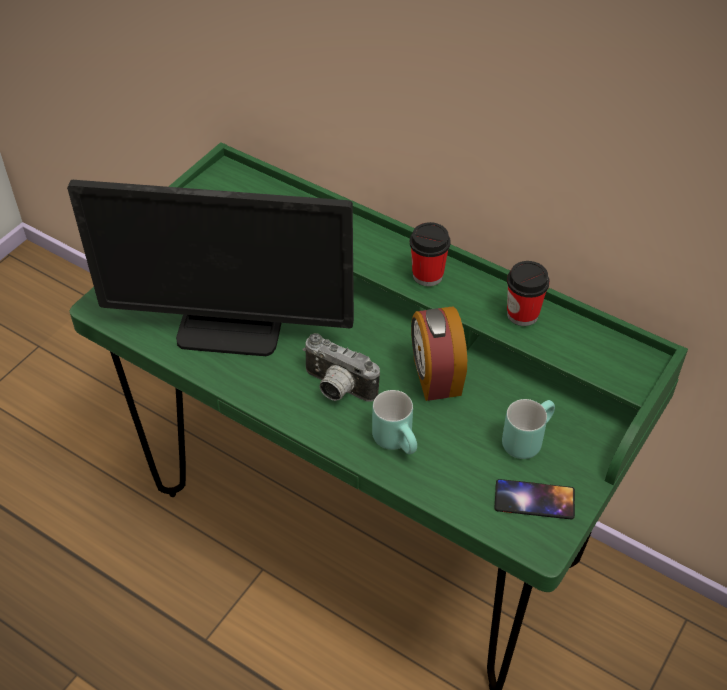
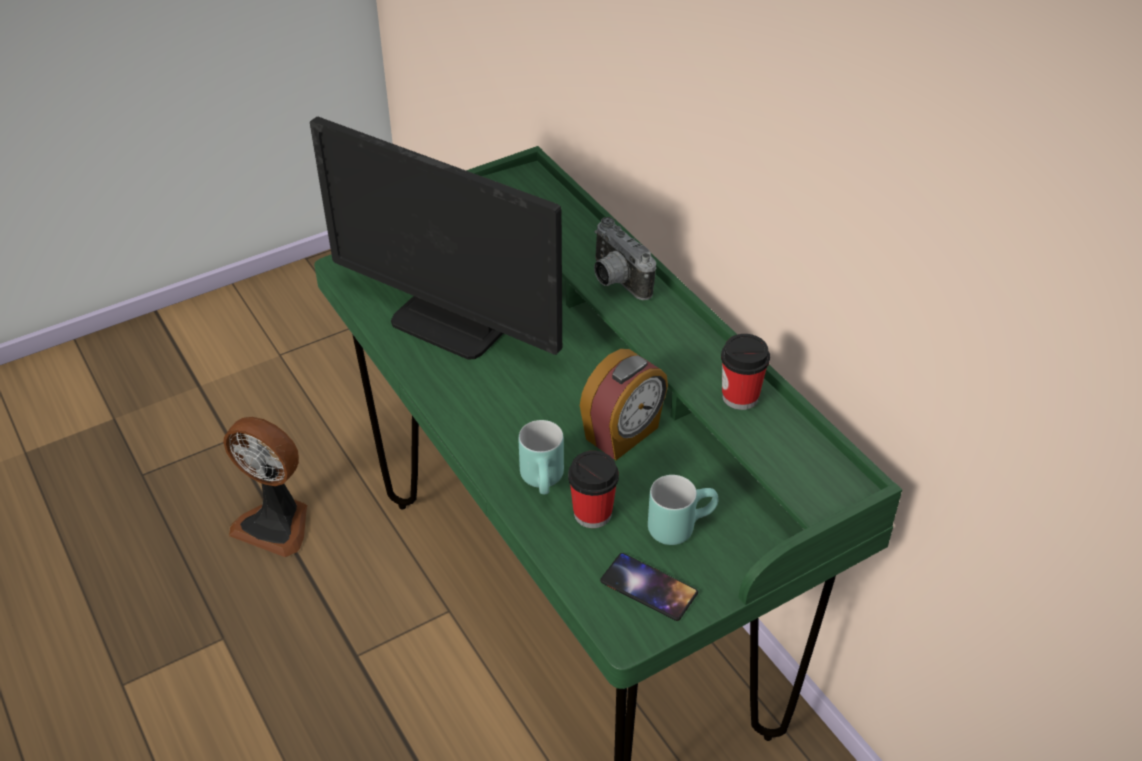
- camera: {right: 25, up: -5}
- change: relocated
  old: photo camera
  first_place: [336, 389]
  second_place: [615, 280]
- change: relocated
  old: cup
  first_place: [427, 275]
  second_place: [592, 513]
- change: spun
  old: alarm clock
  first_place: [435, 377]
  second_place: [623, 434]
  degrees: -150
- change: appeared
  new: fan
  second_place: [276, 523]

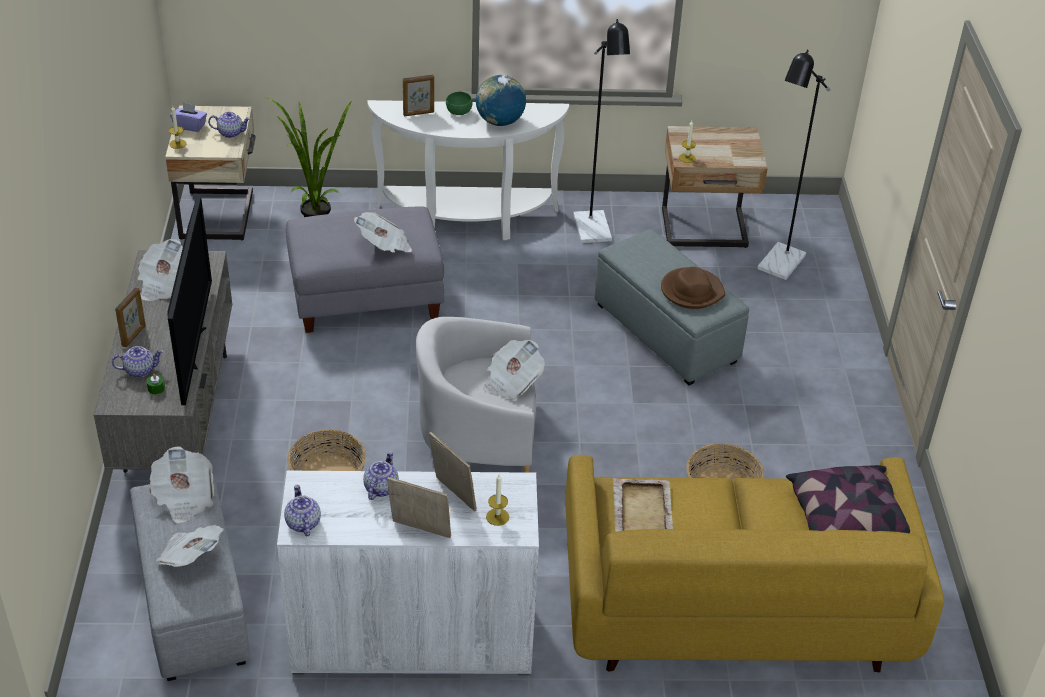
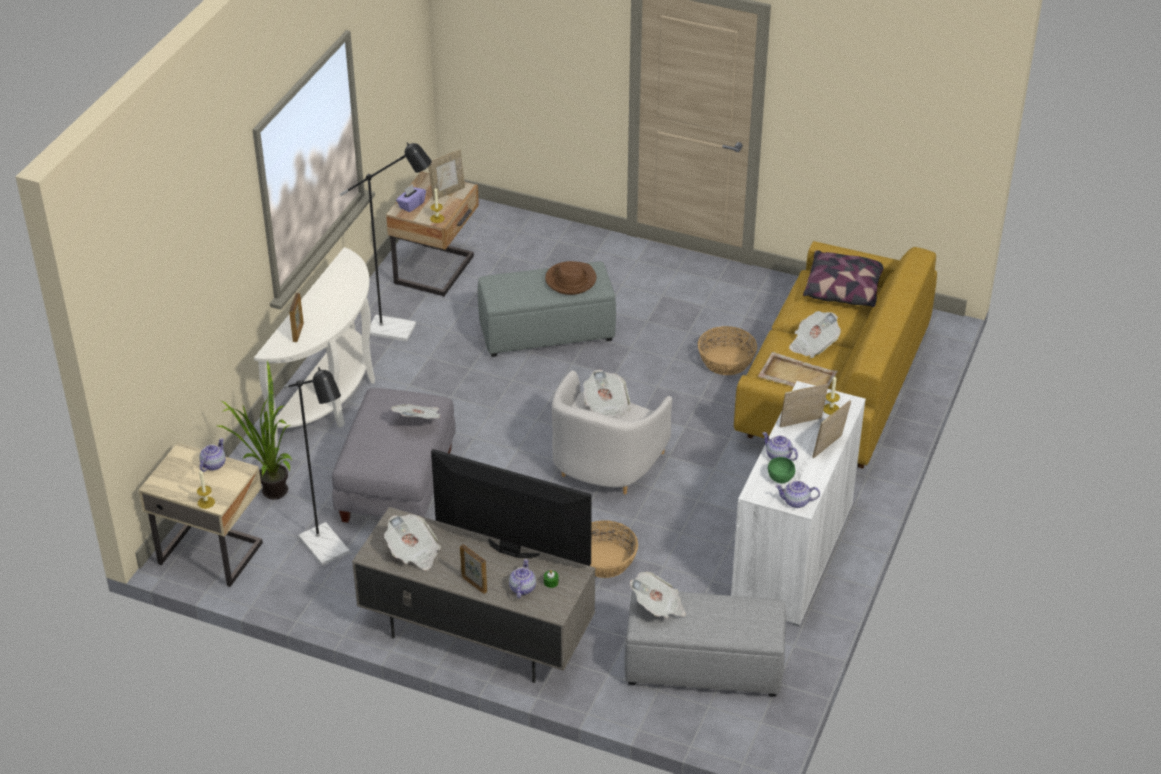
- camera: {right: -65, up: 0}
- change: relocated
  old: newspaper
  first_place: [191, 557]
  second_place: [813, 344]
- change: relocated
  old: purple tissue box
  first_place: [190, 126]
  second_place: [411, 205]
- change: relocated
  old: green bowl
  first_place: [459, 112]
  second_place: [780, 478]
- change: missing
  old: globe
  first_place: [500, 122]
- change: relocated
  old: black floor lamp
  first_place: [777, 267]
  second_place: [329, 551]
- change: appeared
  new: picture frame
  second_place: [447, 192]

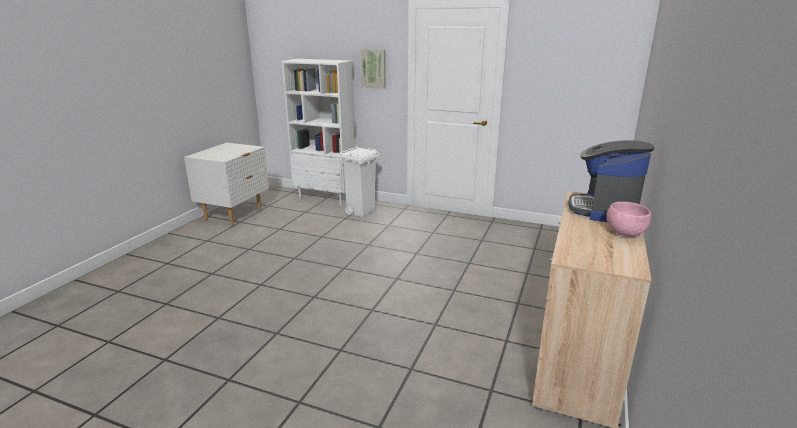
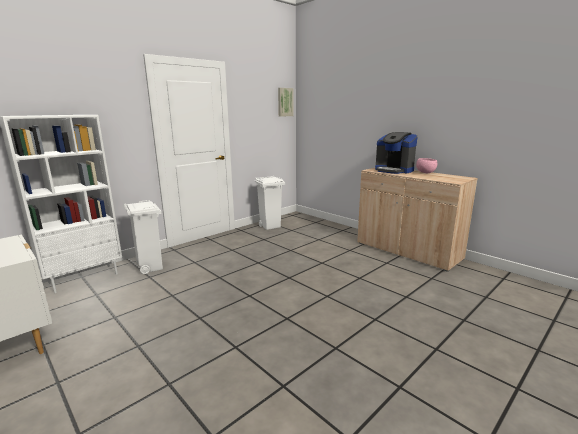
- camera: {right: -65, up: -5}
- change: relocated
  old: picture
  first_place: [374, 68]
  second_place: [285, 102]
- change: appeared
  new: white trash can
  second_place: [270, 226]

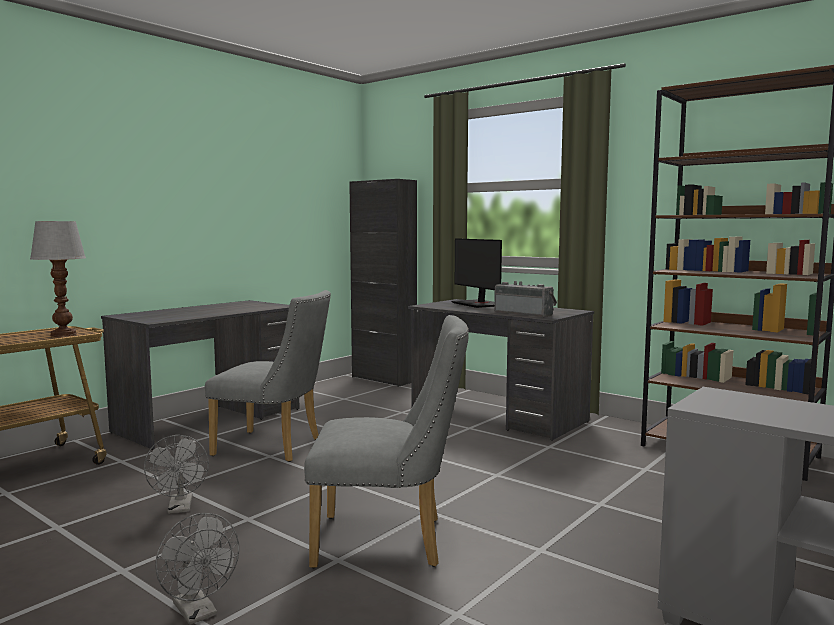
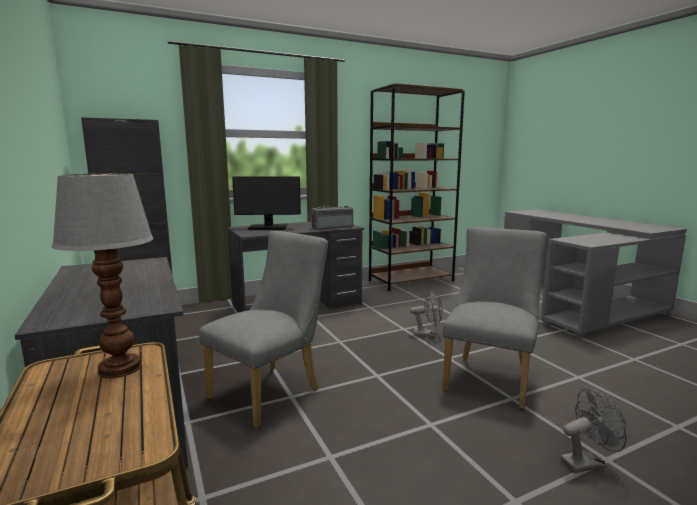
- camera: {right: -65, up: 5}
- change: relocated
  old: grey fan
  first_place: [180, 508]
  second_place: [428, 334]

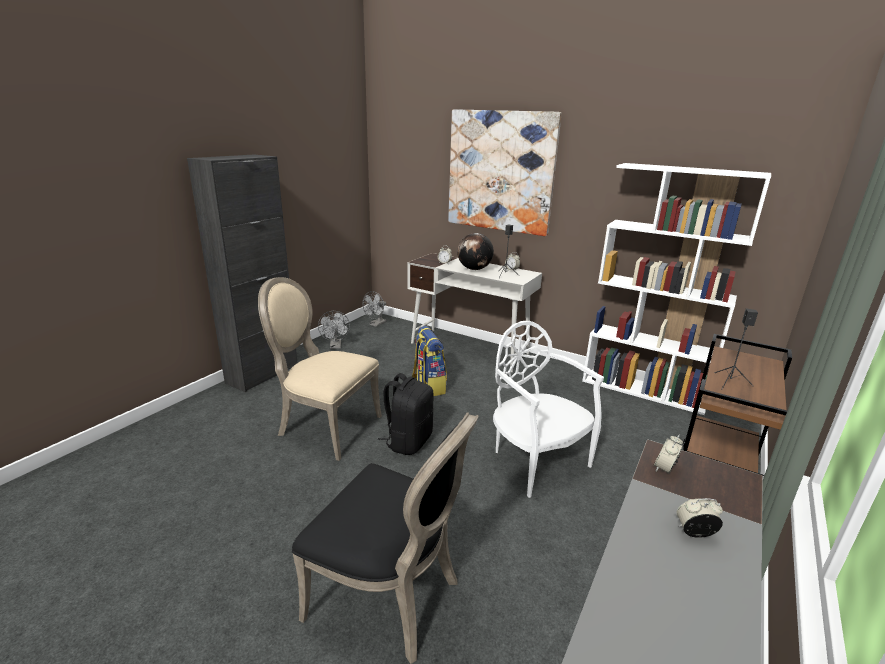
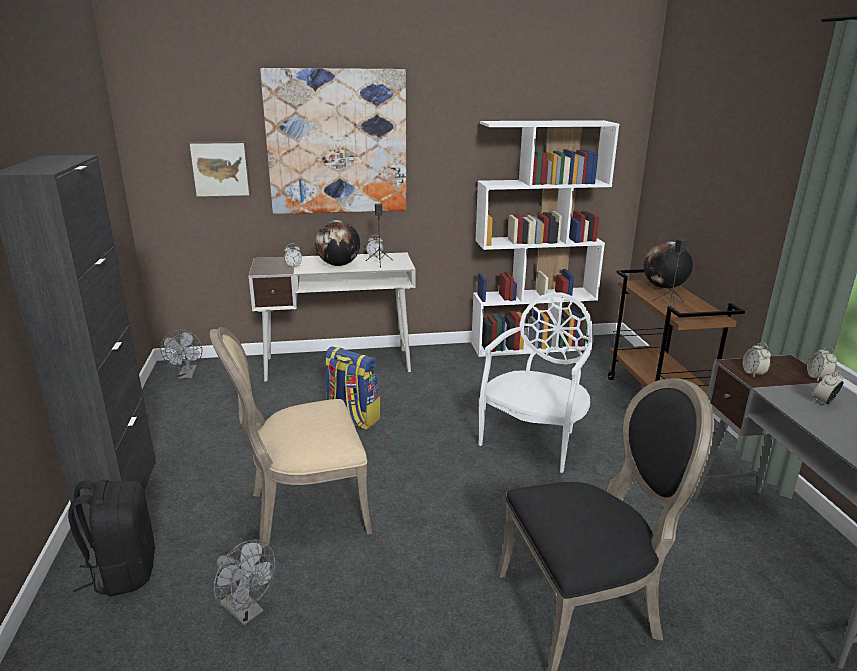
- camera: {right: -40, up: 0}
- change: relocated
  old: grey fan
  first_place: [335, 346]
  second_place: [246, 612]
- change: relocated
  old: black backpack
  first_place: [408, 441]
  second_place: [123, 572]
- change: spun
  old: white chair
  first_place: [536, 461]
  second_place: [534, 440]
  degrees: 105
- change: appeared
  new: picture
  second_place: [220, 169]
- change: appeared
  new: globe
  second_place: [663, 287]
- change: appeared
  new: alarm clock
  second_place: [818, 378]

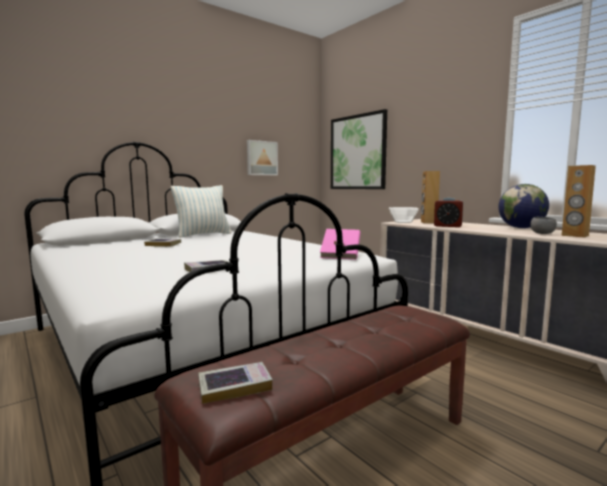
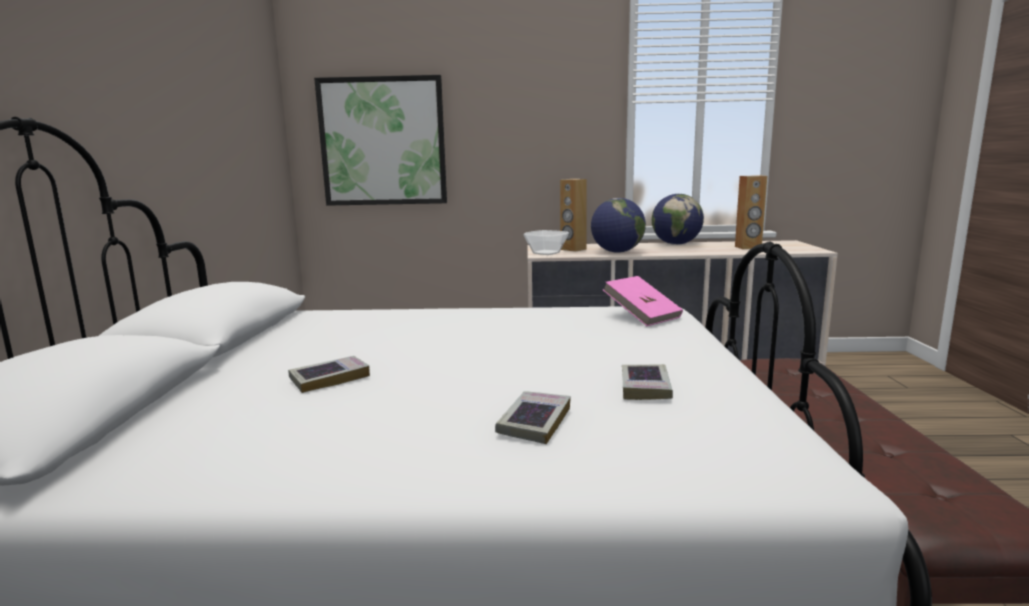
- camera: {right: -50, up: 5}
- change: missing
  old: pillow
  first_place: [203, 234]
- change: relocated
  old: book
  first_place: [234, 386]
  second_place: [534, 422]
- change: missing
  old: picture
  first_place: [261, 158]
- change: exchanged
  old: alarm clock
  new: globe
  first_place: [447, 226]
  second_place: [617, 252]
- change: missing
  old: grey bowl
  first_place: [542, 233]

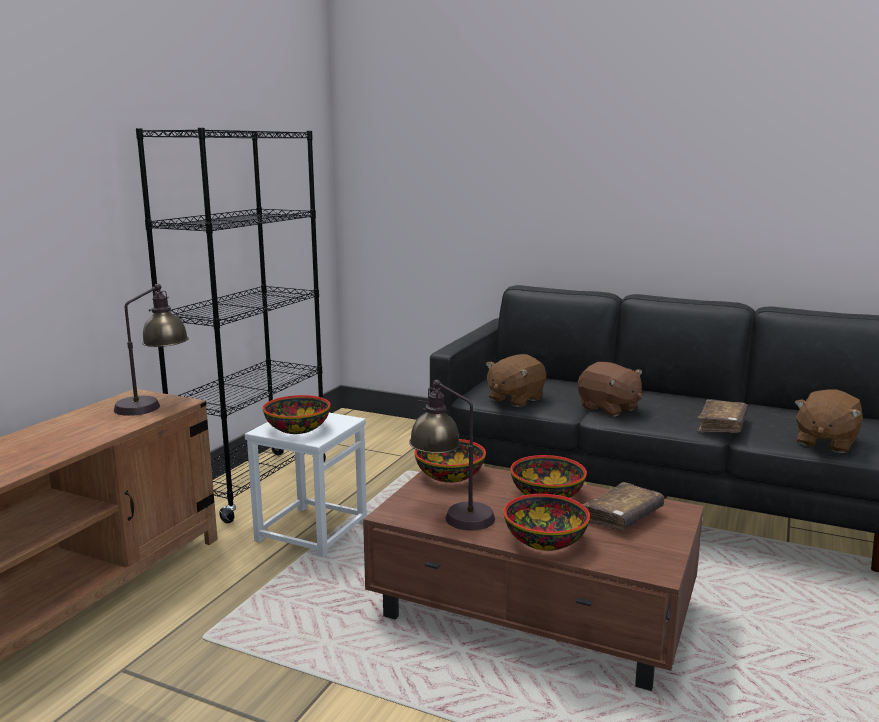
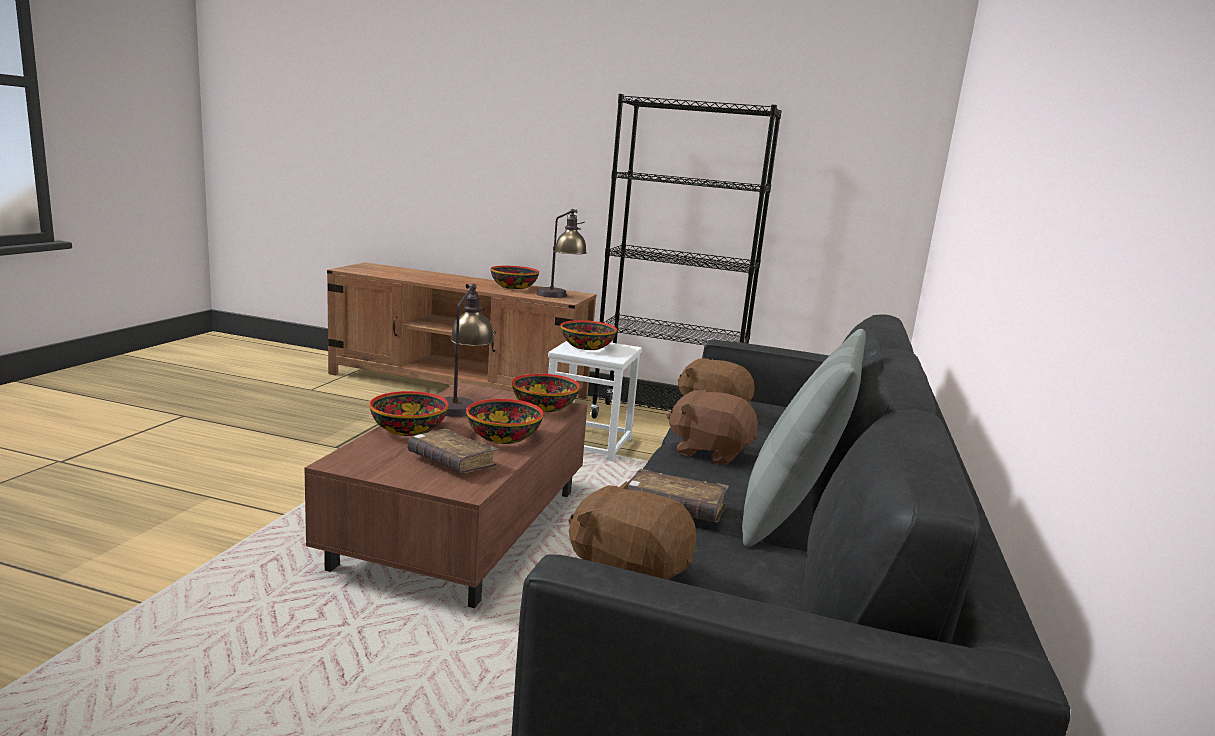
- camera: {right: 80, up: 0}
- change: spun
  old: brown plush toy
  first_place: [609, 408]
  second_place: [710, 452]
  degrees: 75
- change: appeared
  new: bowl
  second_place: [514, 287]
- change: appeared
  new: grey pillow
  second_place: [790, 513]

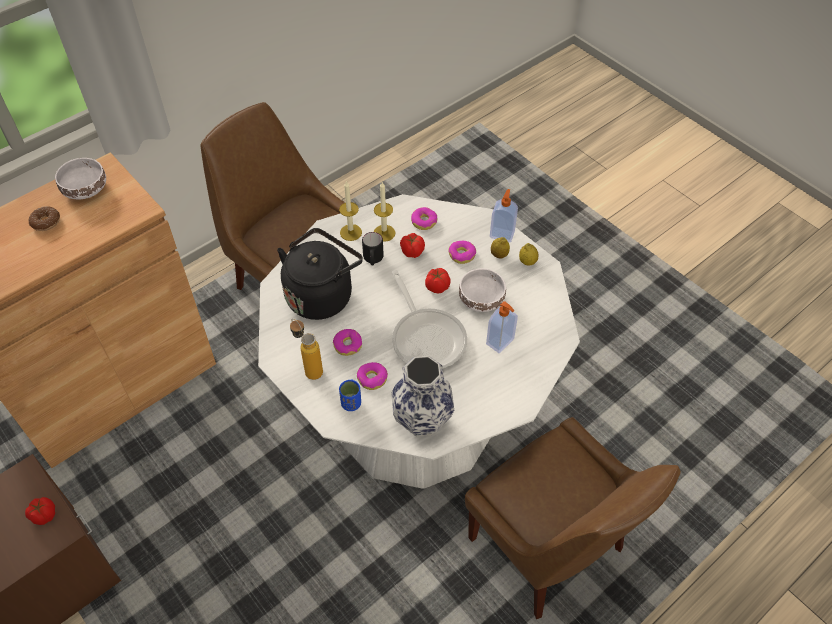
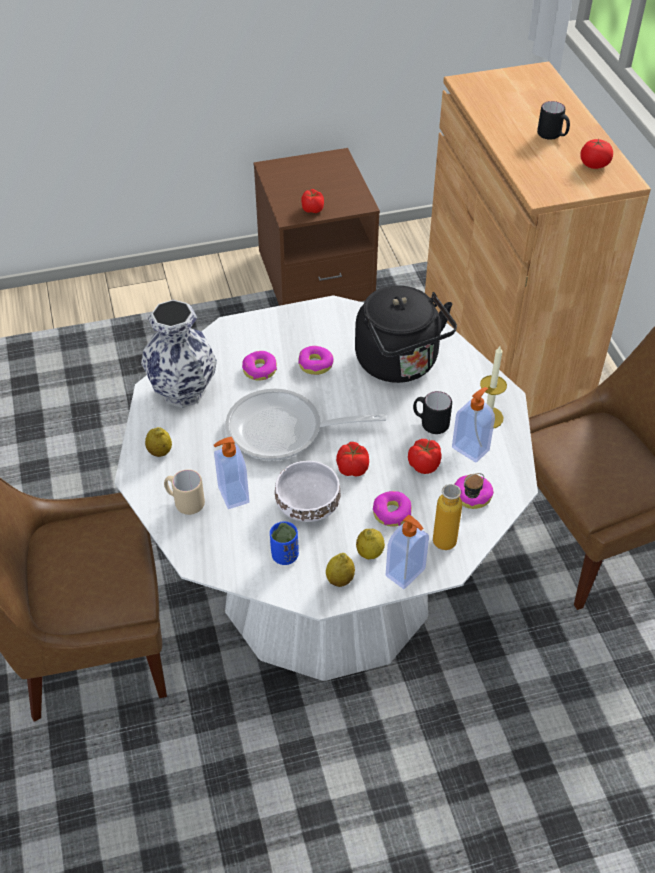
- camera: {right: 115, up: -5}
- change: exchanged
  old: donut
  new: black mug
  first_place: [46, 222]
  second_place: [552, 136]
- change: exchanged
  old: white bowl
  new: tomato
  first_place: [86, 188]
  second_place: [594, 165]
- change: relocated
  old: bottle
  first_place: [309, 368]
  second_place: [454, 539]
- change: relocated
  old: blue cup
  first_place: [351, 403]
  second_place: [284, 555]
- change: exchanged
  old: candle
  new: soap dispenser
  first_place: [384, 233]
  second_place: [471, 448]
- change: appeared
  new: lemon
  second_place: [160, 452]
- change: appeared
  new: beige mug
  second_place: [185, 502]

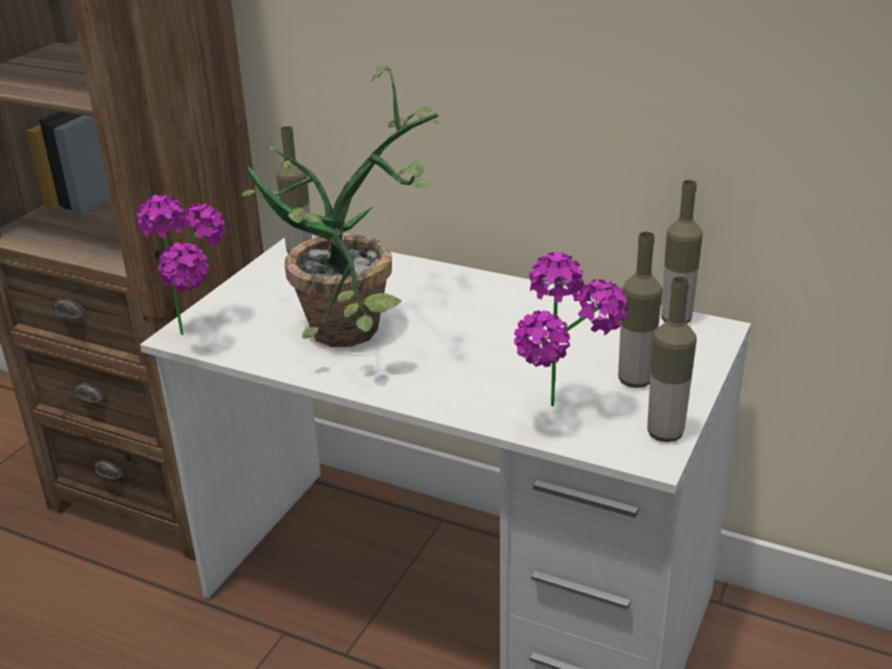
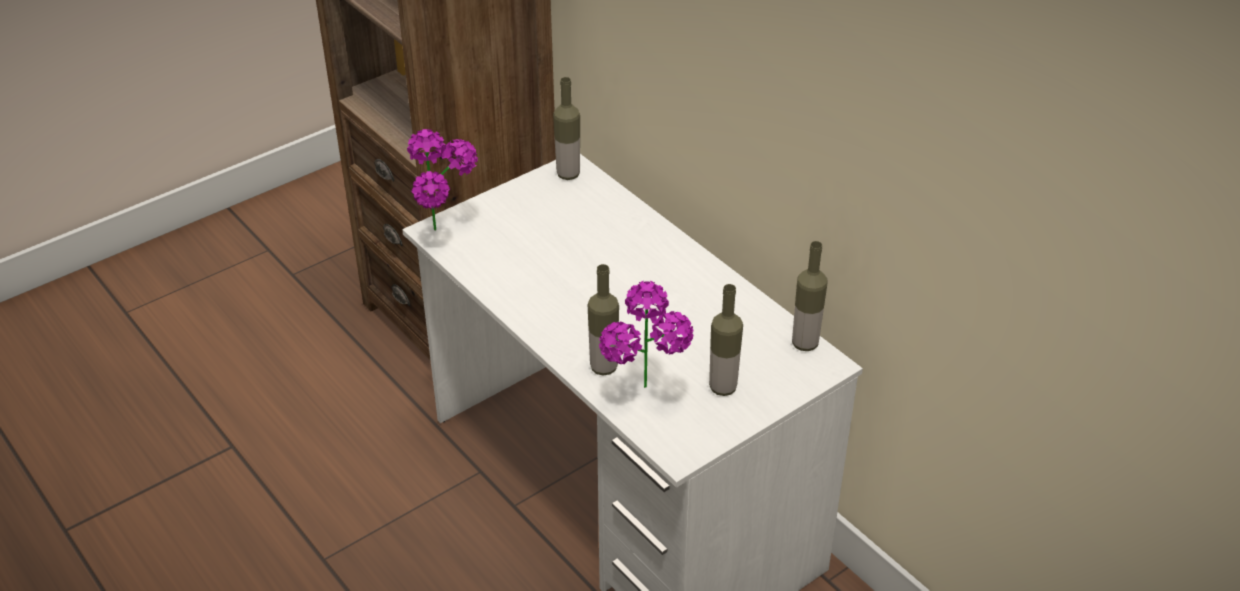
- camera: {right: 25, up: 10}
- change: missing
  old: potted plant
  first_place: [362, 333]
- change: relocated
  old: bottle
  first_place: [665, 433]
  second_place: [603, 367]

